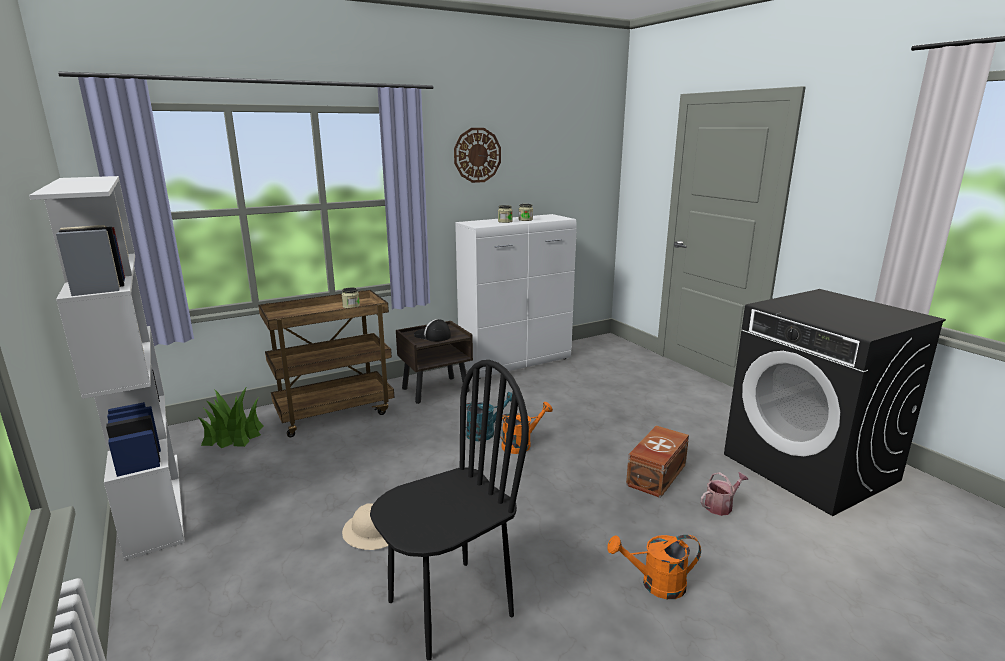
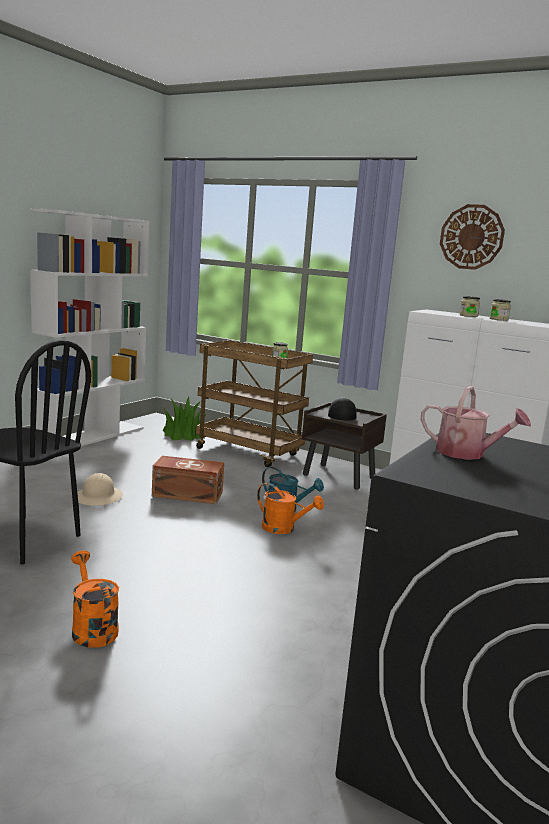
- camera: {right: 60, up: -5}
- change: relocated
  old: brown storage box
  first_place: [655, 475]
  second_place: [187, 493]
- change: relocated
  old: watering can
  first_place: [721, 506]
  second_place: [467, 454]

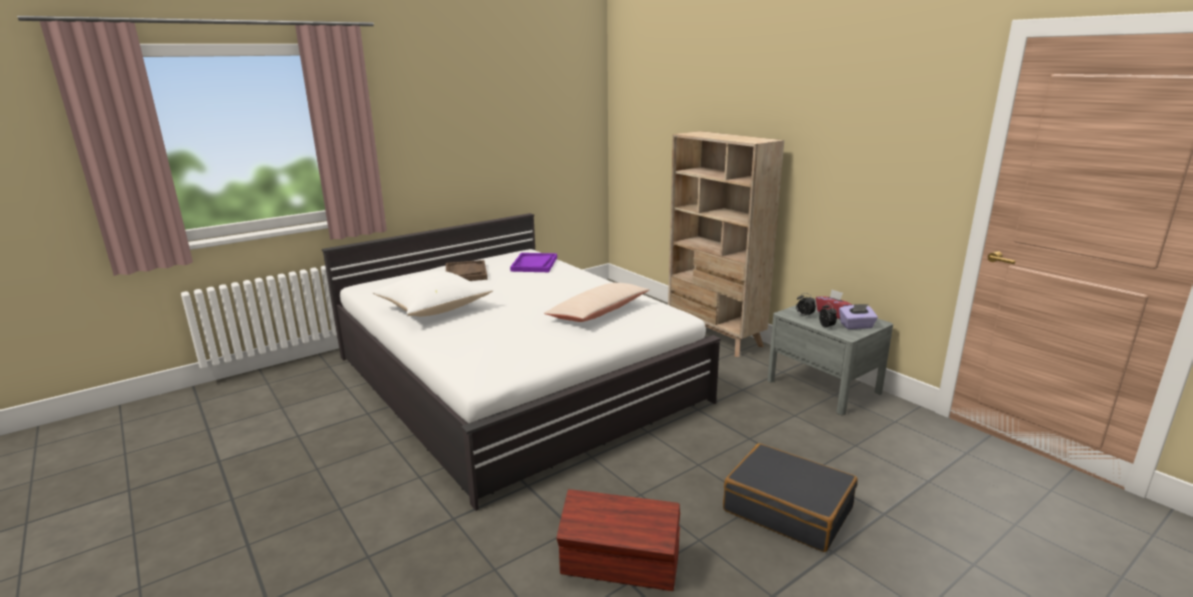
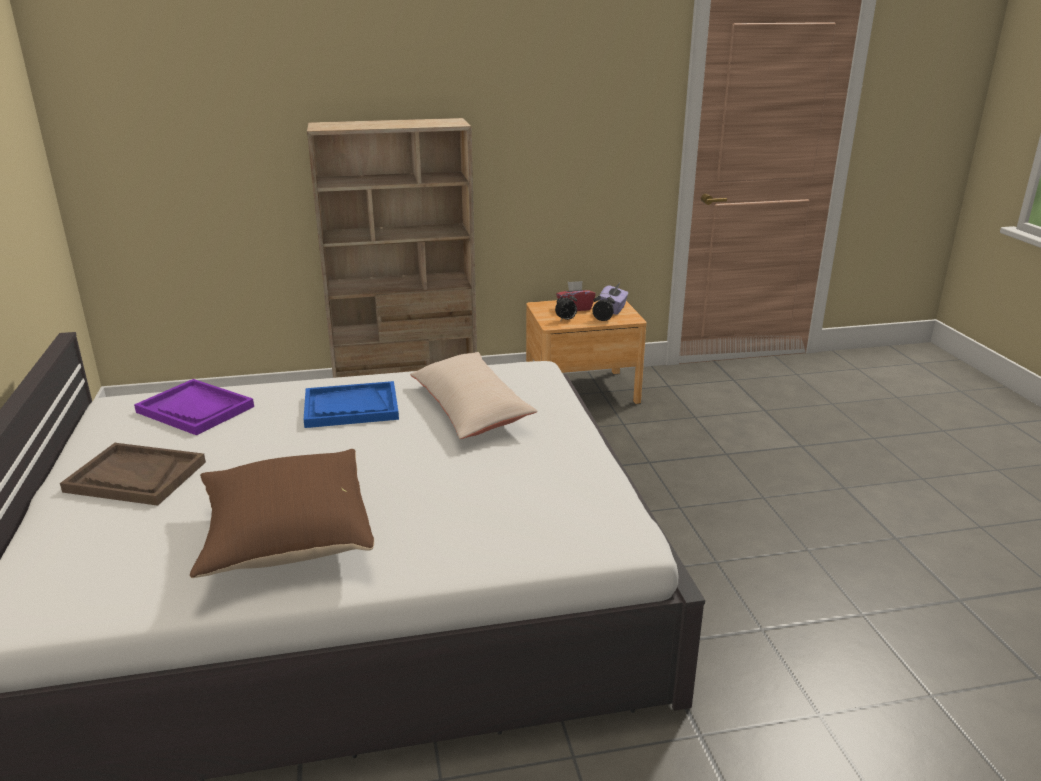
- camera: {right: -65, up: 5}
- change: colour
  old: white pillow
  new: brown pillow
  first_place: [434, 309]
  second_place: [286, 538]
- change: missing
  old: brown storage box
  first_place: [621, 565]
- change: missing
  old: black suitcase
  first_place: [788, 509]
- change: colour
  old: grey nightstand
  new: brown nightstand
  first_place: [823, 386]
  second_place: [582, 390]
- change: appeared
  new: blue tray
  second_place: [351, 407]

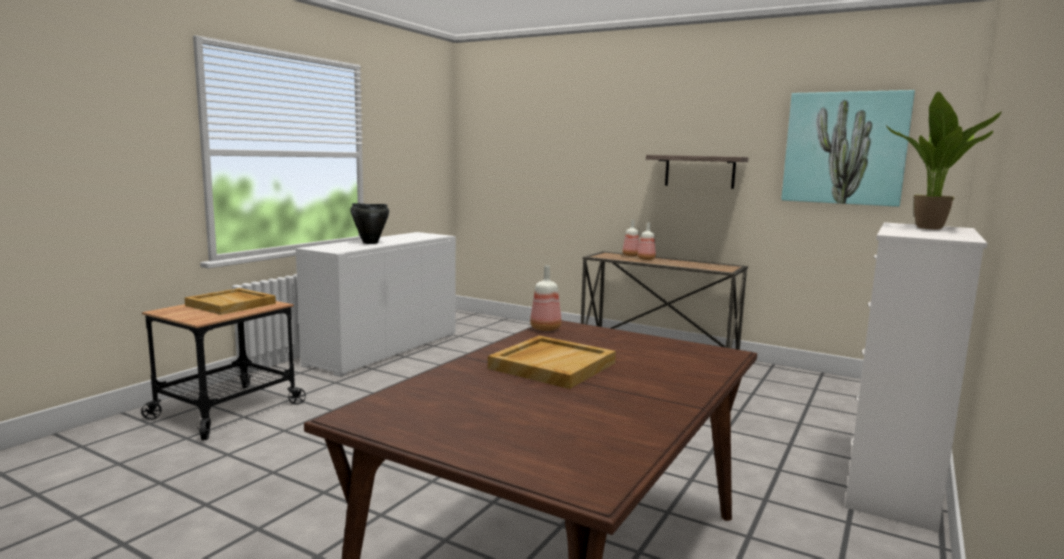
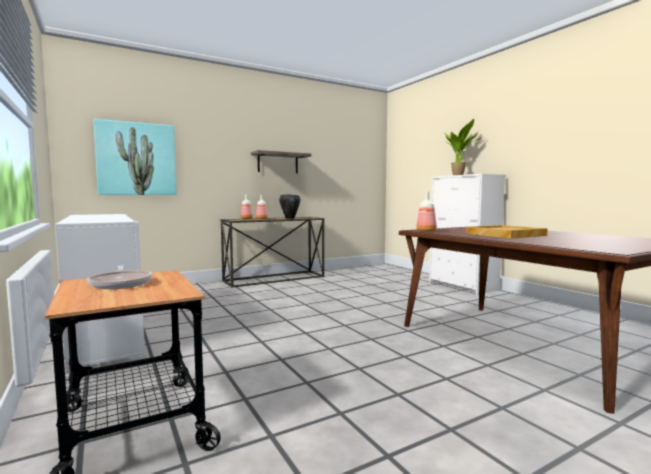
- camera: {right: -60, up: -5}
- change: exchanged
  old: beige tray
  new: frying pan
  first_place: [232, 304]
  second_place: [121, 283]
- change: relocated
  old: black cooking pot
  first_place: [370, 243]
  second_place: [289, 218]
- change: relocated
  old: picture
  first_place: [844, 148]
  second_place: [136, 159]

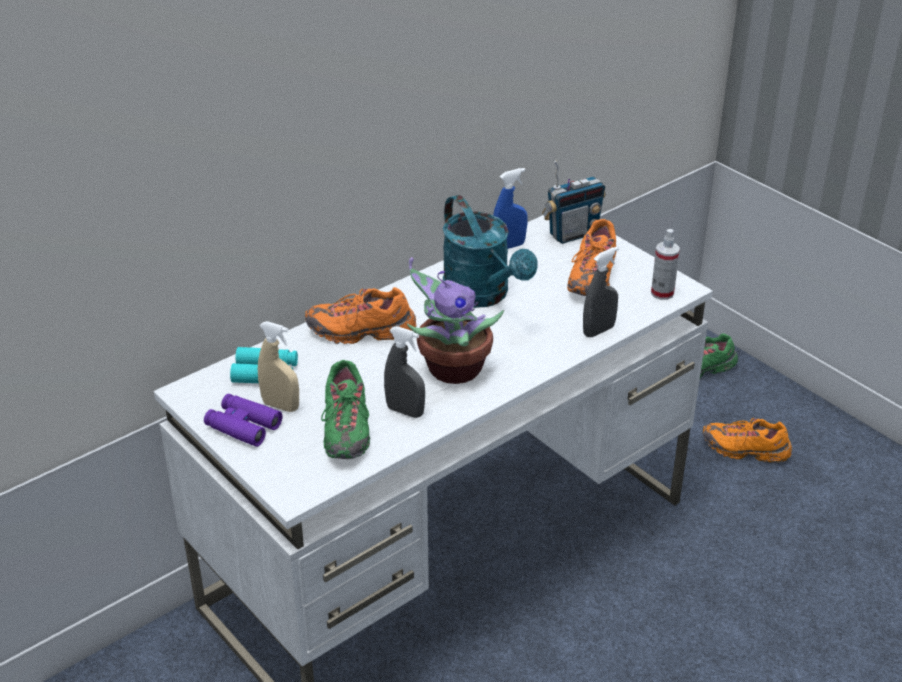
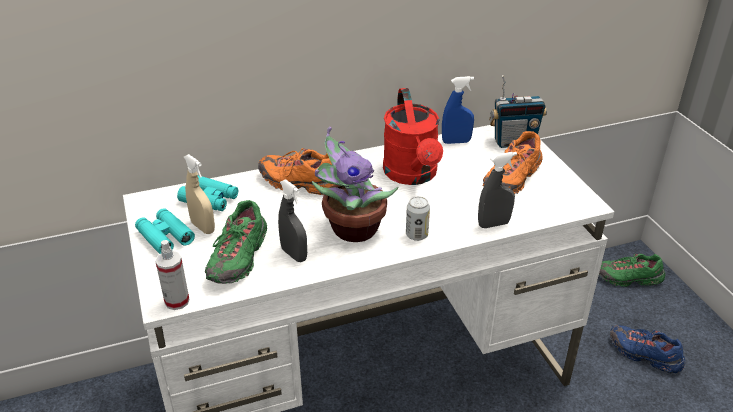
- camera: {right: 20, up: 0}
- change: colour
  old: purple binoculars
  new: turquoise binoculars
  first_place: [243, 426]
  second_place: [165, 237]
- change: colour
  old: turquoise watering can
  new: red watering can
  first_place: [483, 295]
  second_place: [413, 175]
- change: relocated
  old: spray bottle
  first_place: [662, 293]
  second_place: [177, 301]
- change: colour
  old: orange shoe
  new: blue shoe
  first_place: [745, 450]
  second_place: [644, 355]
- change: appeared
  new: can
  second_place: [416, 235]

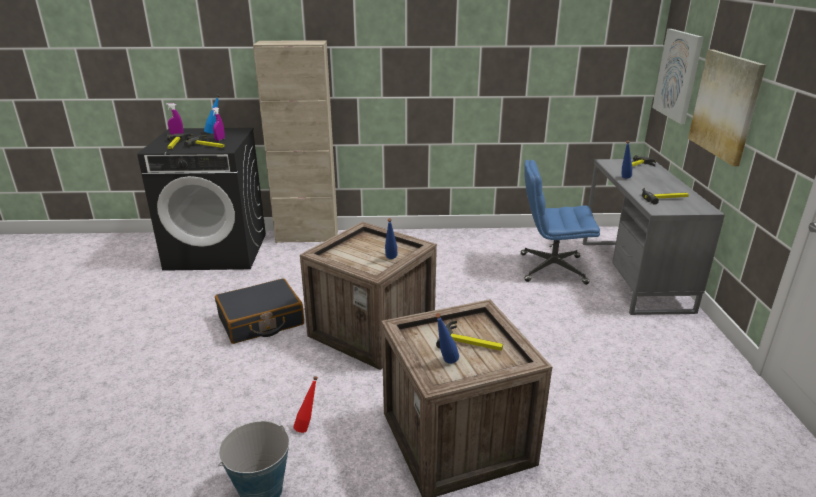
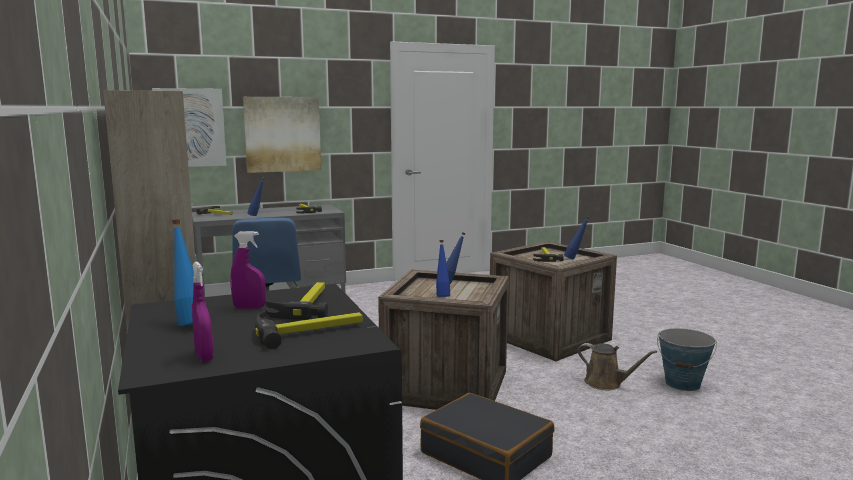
- camera: {right: -110, up: -15}
- change: exchanged
  old: red bottle
  new: brown watering can
  first_place: [308, 426]
  second_place: [606, 383]
- change: appeared
  new: blue bottle
  second_place: [442, 296]

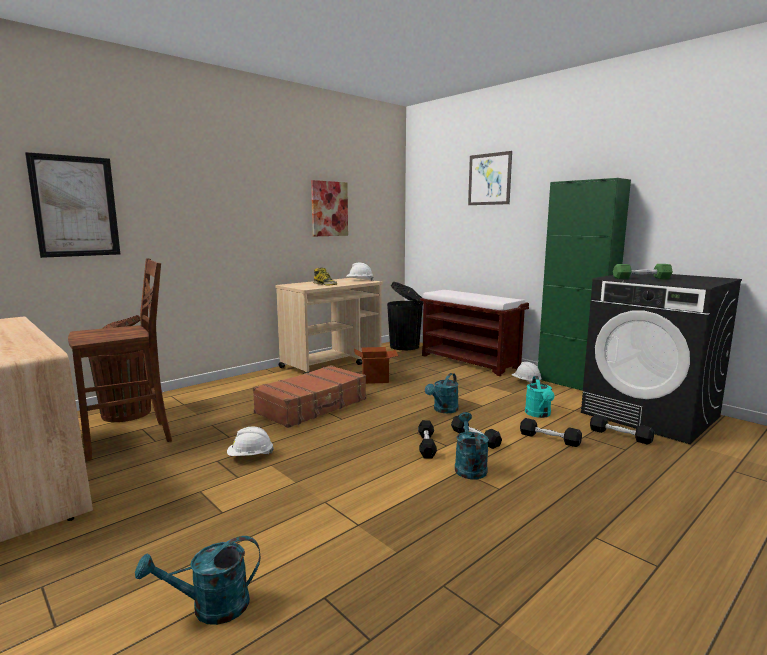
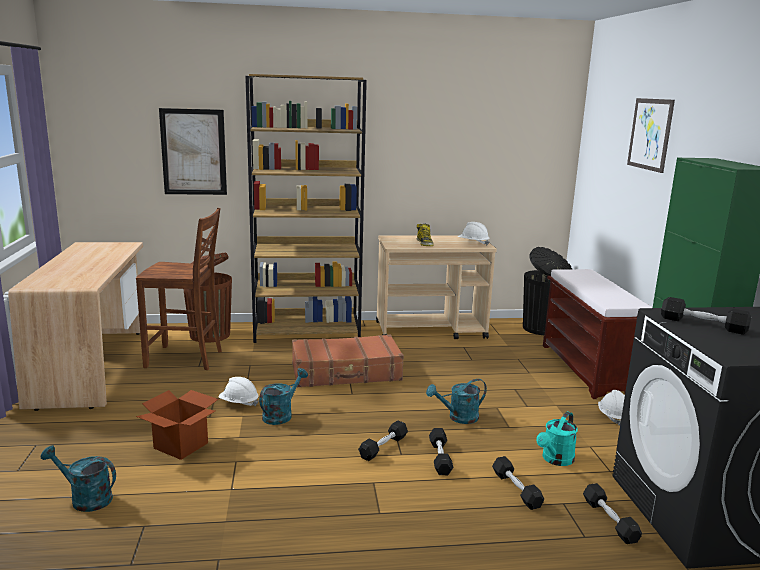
- camera: {right: 35, up: 5}
- change: missing
  old: picture
  first_place: [329, 209]
- change: relocated
  old: cardboard box
  first_place: [375, 379]
  second_place: [180, 446]
- change: relocated
  old: turquoise watering can
  first_place: [469, 467]
  second_place: [281, 414]
- change: colour
  old: green dumbbell
  new: black dumbbell
  first_place: [641, 278]
  second_place: [703, 324]
- change: appeared
  new: brown bookcase
  second_place: [307, 332]

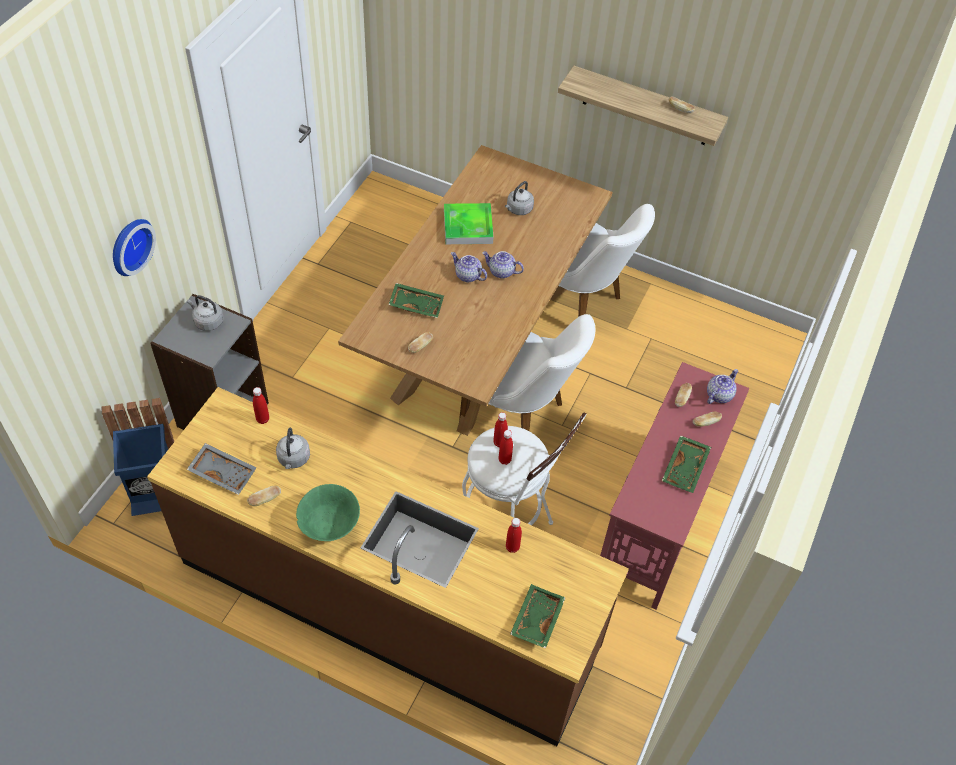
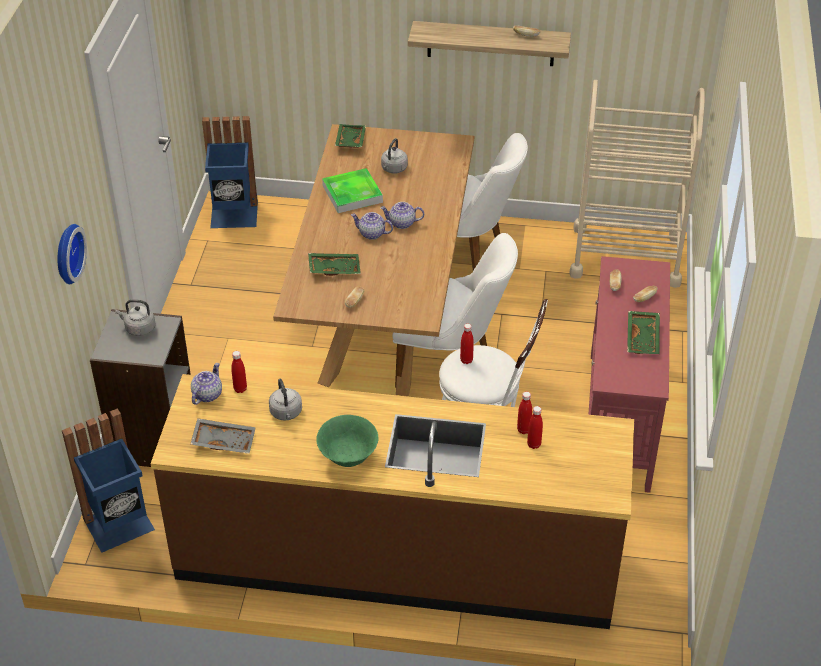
- camera: {right: -15, up: -10}
- change: missing
  old: bread
  first_place: [265, 499]
- change: relocated
  old: red bottle
  first_place: [504, 460]
  second_place: [534, 444]
- change: relocated
  old: green tray
  first_place: [536, 619]
  second_place: [349, 141]
- change: relocated
  old: teapot
  first_place: [719, 394]
  second_place: [207, 394]
- change: appeared
  new: blue trash can
  second_place: [234, 216]
- change: appeared
  new: beige cart
  second_place: [626, 256]

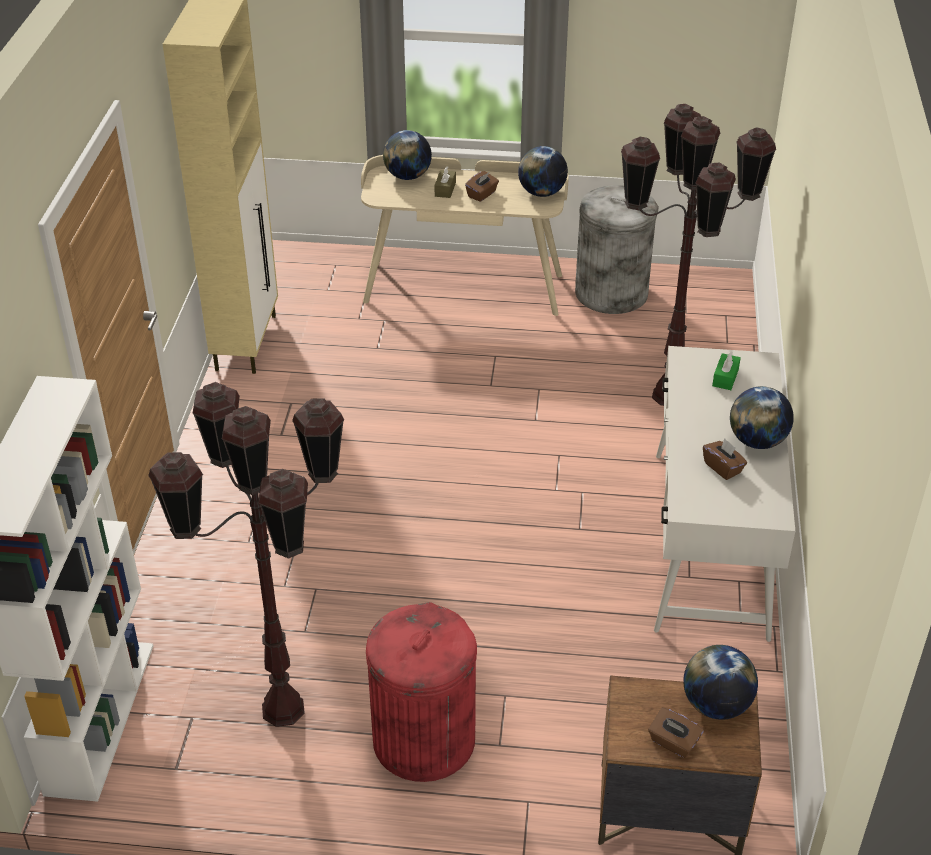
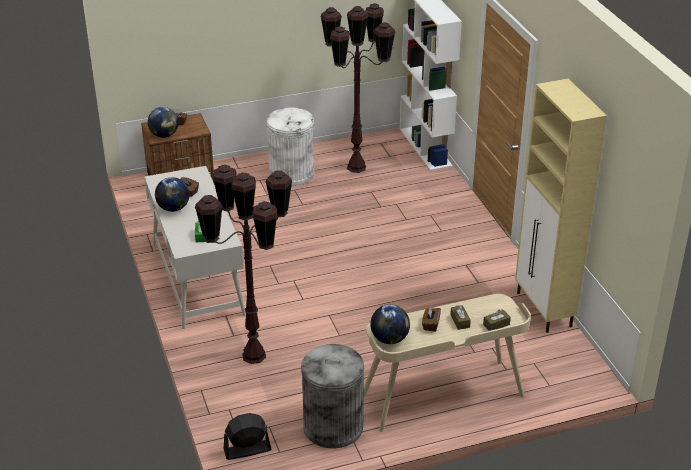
- camera: {right: 155, up: -5}
- change: colour
  old: red trash can
  new: white trash can
  first_place: [423, 738]
  second_place: [292, 174]
- change: exchanged
  old: globe
  new: brown tissue box
  first_place: [407, 176]
  second_place: [496, 324]
- change: appeared
  new: black fan
  second_place: [247, 450]

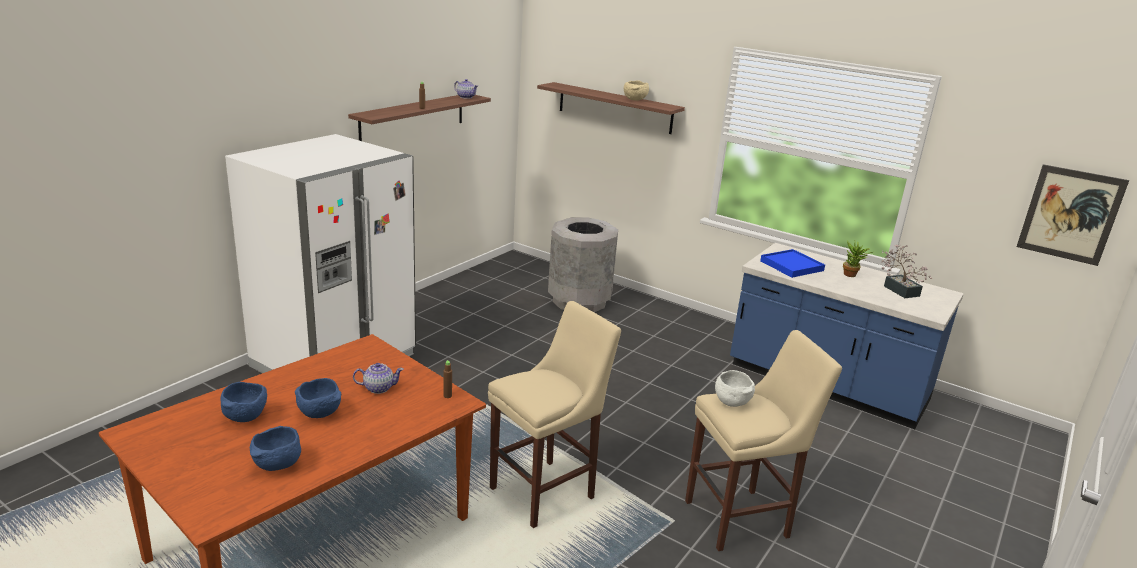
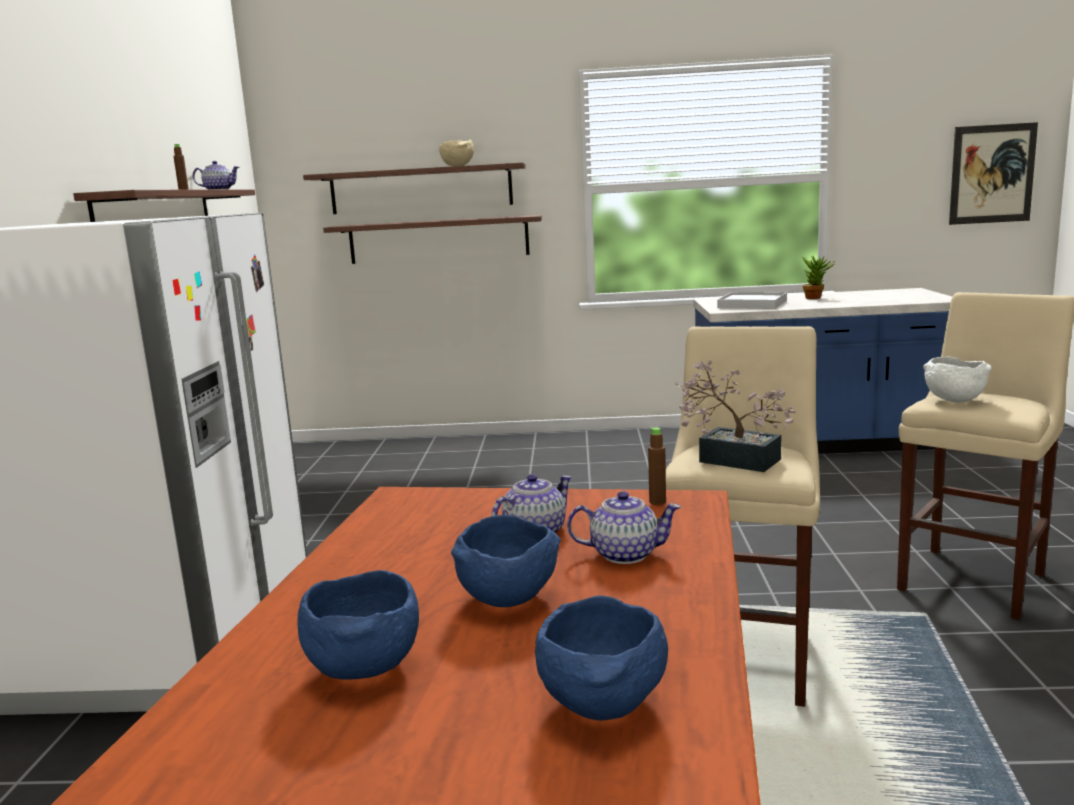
- camera: {right: -30, up: -10}
- change: missing
  old: grey trash can
  first_place: [579, 301]
- change: colour
  old: blue tray
  new: white tray
  first_place: [792, 266]
  second_place: [752, 304]
- change: relocated
  old: potted plant
  first_place: [899, 289]
  second_place: [731, 459]
- change: appeared
  new: shelf
  second_place: [438, 239]
- change: appeared
  new: teapot
  second_place: [624, 554]

